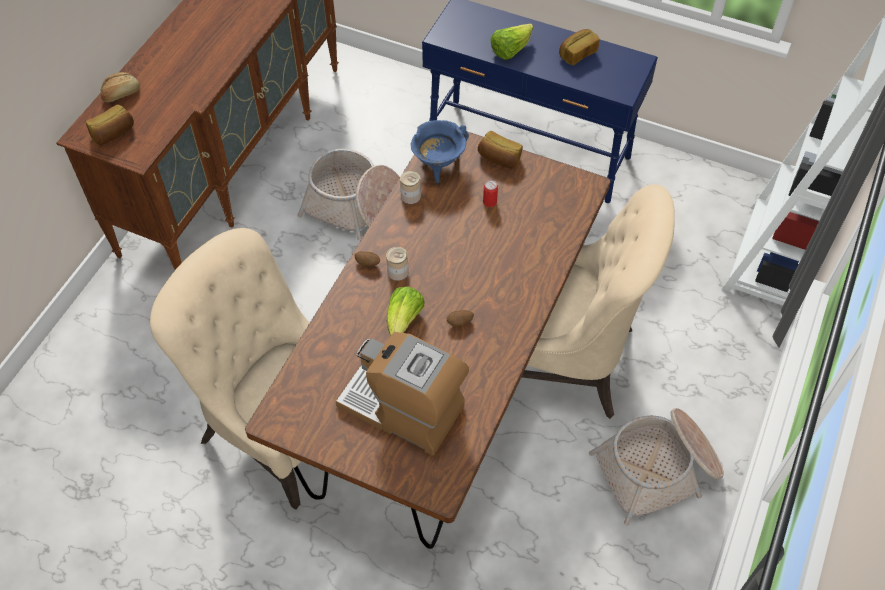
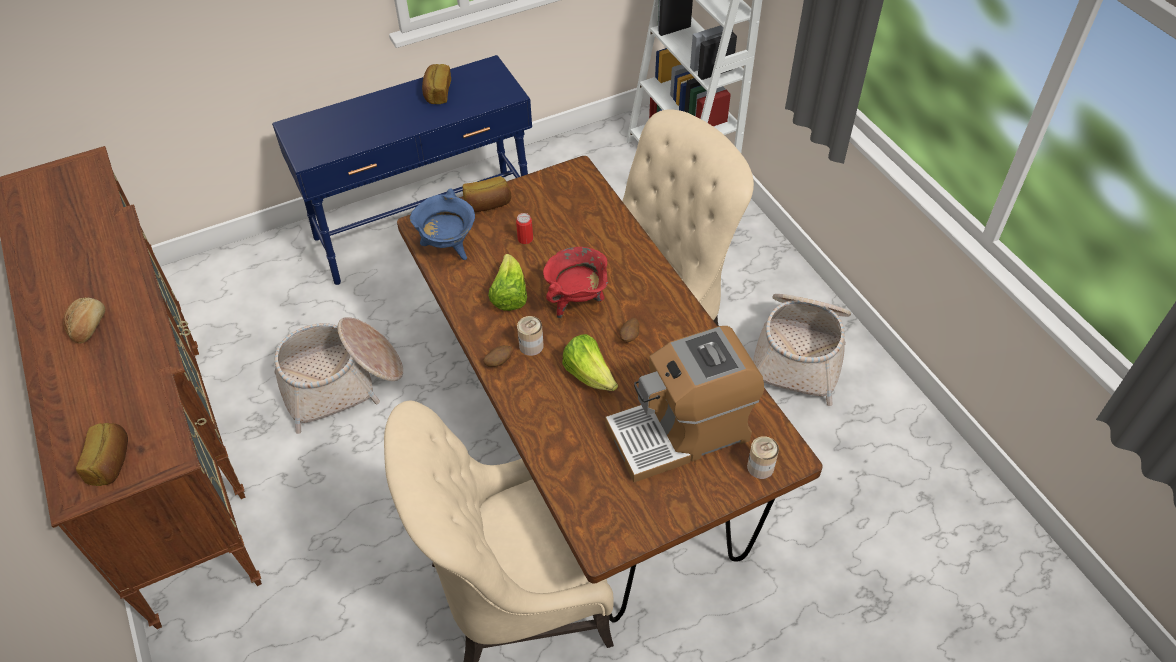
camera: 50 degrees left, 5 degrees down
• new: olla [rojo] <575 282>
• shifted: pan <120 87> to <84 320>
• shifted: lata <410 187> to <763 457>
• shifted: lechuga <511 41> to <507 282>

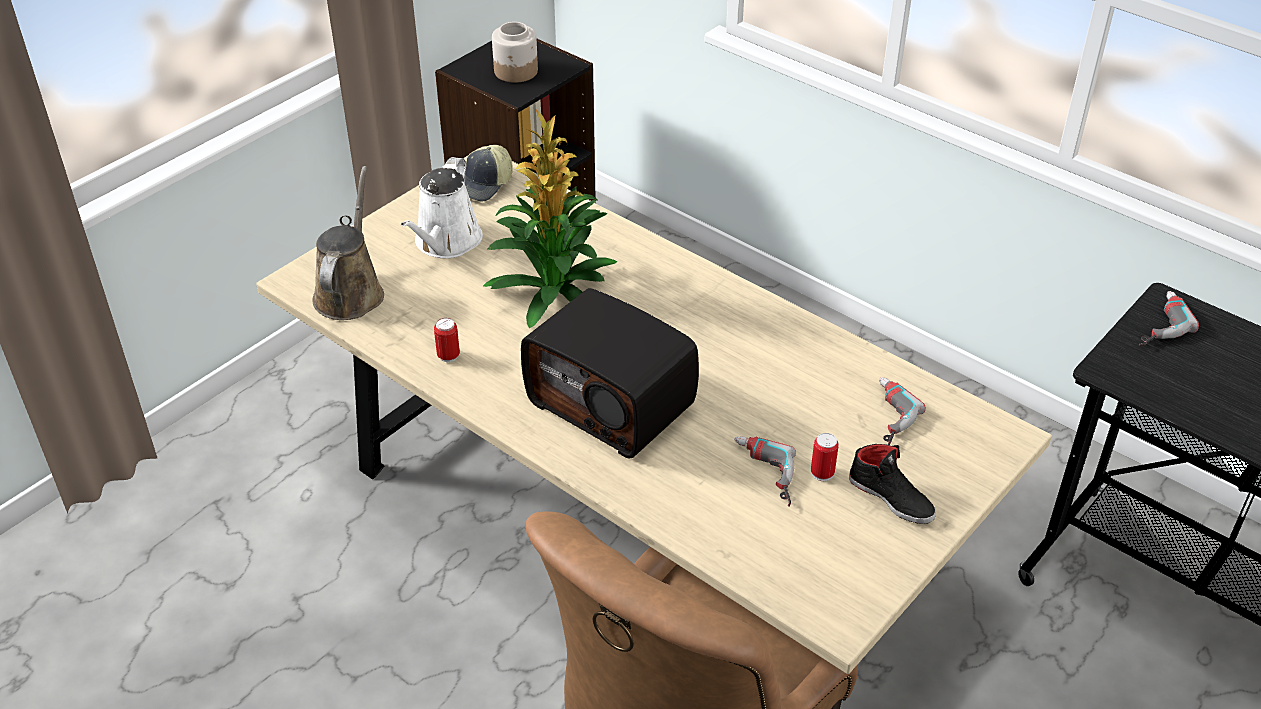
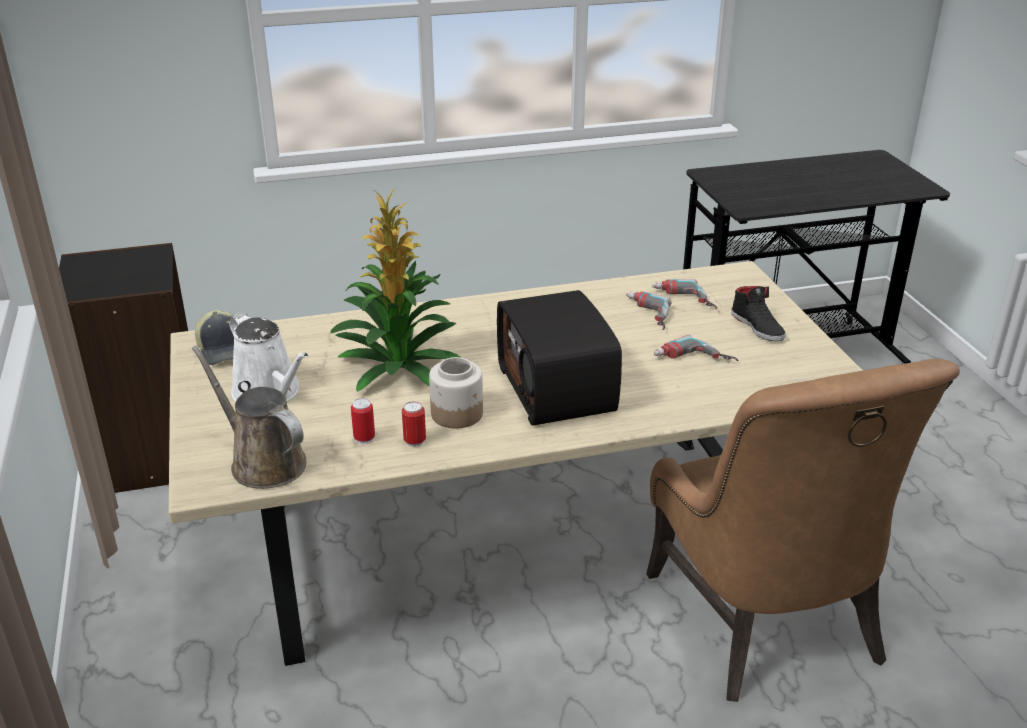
camera: 55 degrees left, 10 degrees down
• shifted: tarro <515 52> to <456 392>
• shifted: lata <825 457> to <363 421>
• shifted: taladro <1169 318> to <648 310>
• rotated: radio <610 373> = <559 357> 90 degrees clockwise
• rotated: zapato [negro] <892 484> = <758 313> 75 degrees clockwise

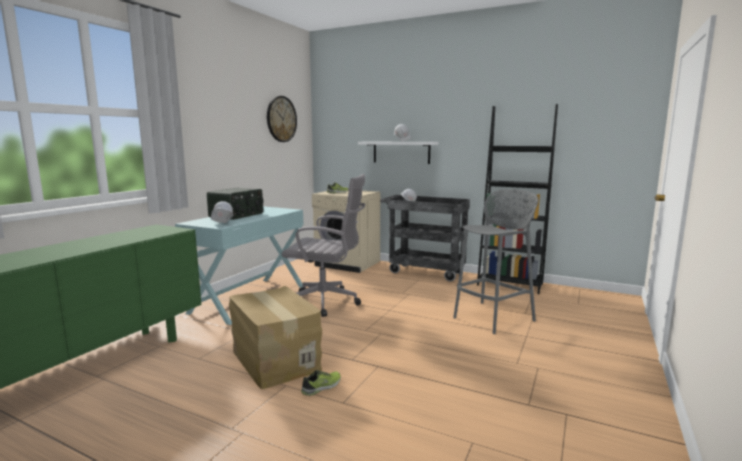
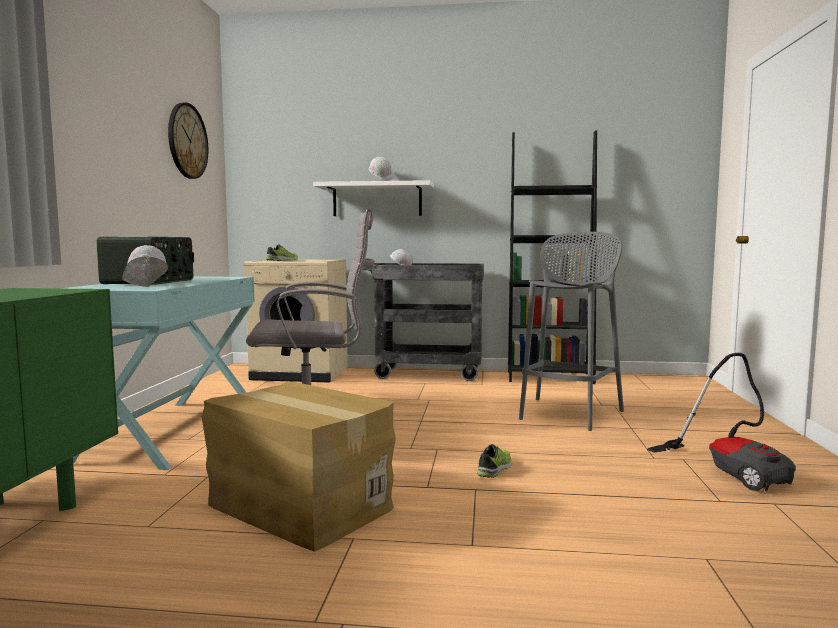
camera: 20 degrees left, 5 degrees down
• new: aspiradora <721 422>
• shifted: zapato <321 383> to <494 461>

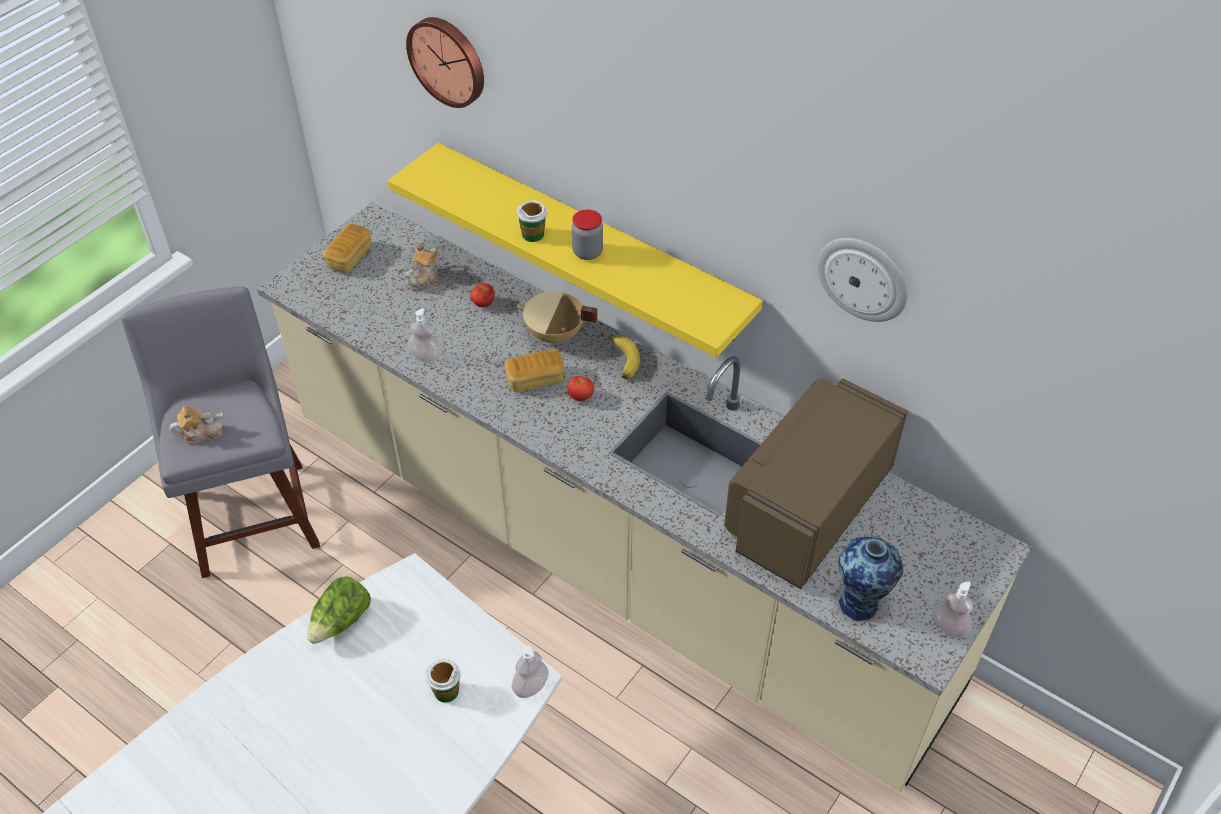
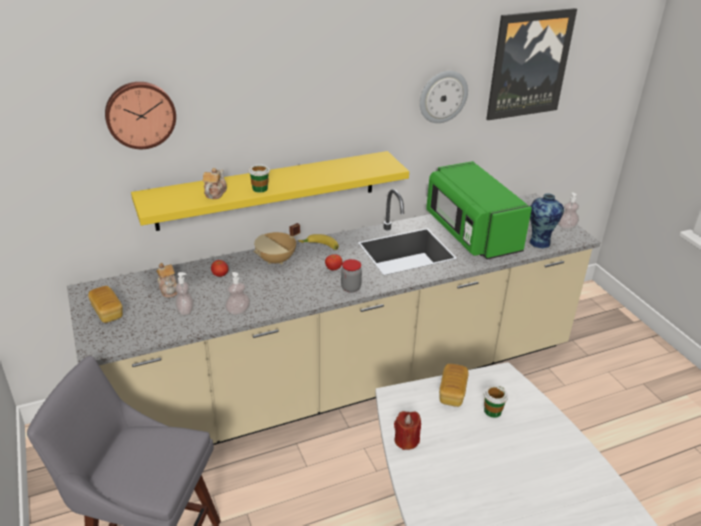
camera: 60 degrees left, 15 degrees down
• new: cuadro <531 64>
• shifted: tetera <196 425> to <215 183>
• shifted: pan <534 370> to <454 385>
• shifted: dispensador de jabón <530 672> to <184 294>
• shifted: tarro <587 235> to <351 276>
• swapped: lechuga <339 610> to vela [rojo] <407 430>
• repainted: microondas [marrón] <816 483> to microondas [verde] <479 210>

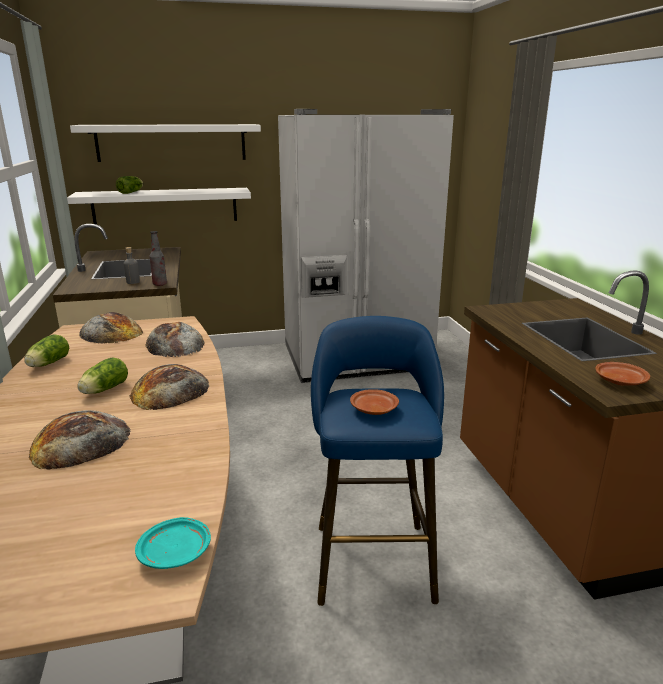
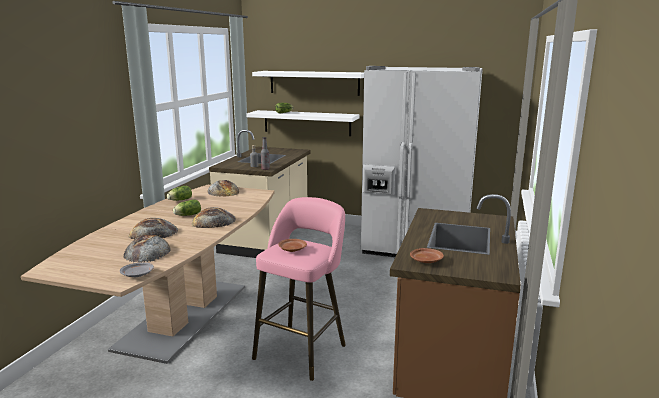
camera: 30 degrees right, 5 degrees down
• shifted: pan <175 339> to <147 249>
• repainted: plato [turquesa] <173 543> to plato [gris] <137 269>
• repainted: taburete [azul] <377 461> to taburete [rosa] <299 289>

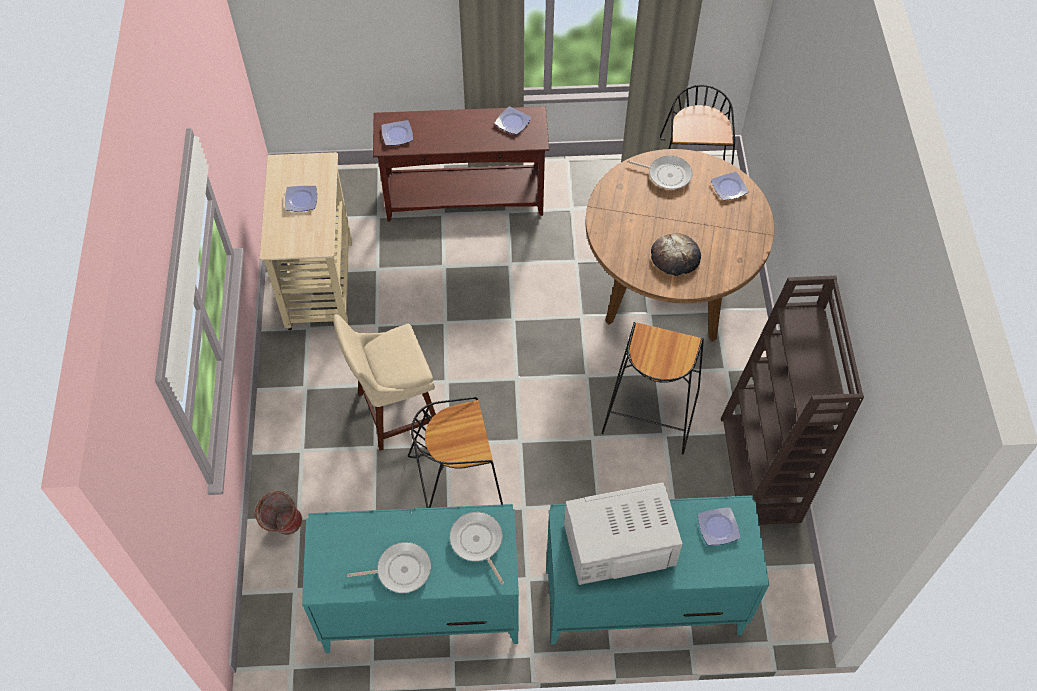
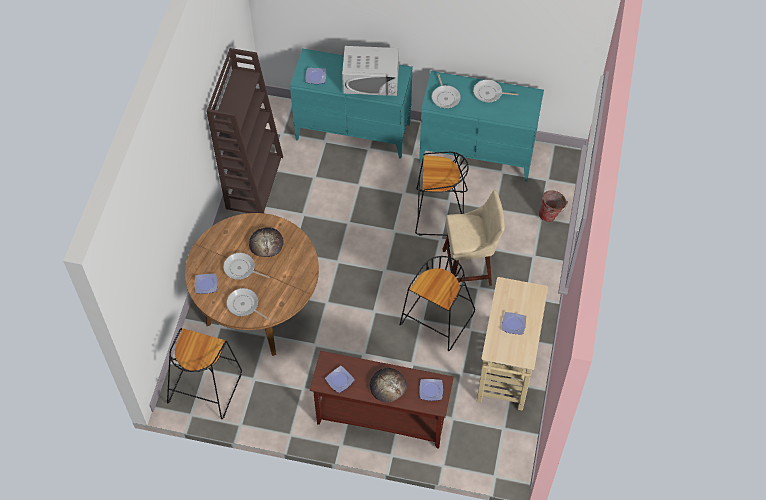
camera: 165 degrees left, 0 degrees up
• new: sartén <246 266>
• new: pan <388 385>
• shifted: taburete [negro] <653 388> to <437 303>

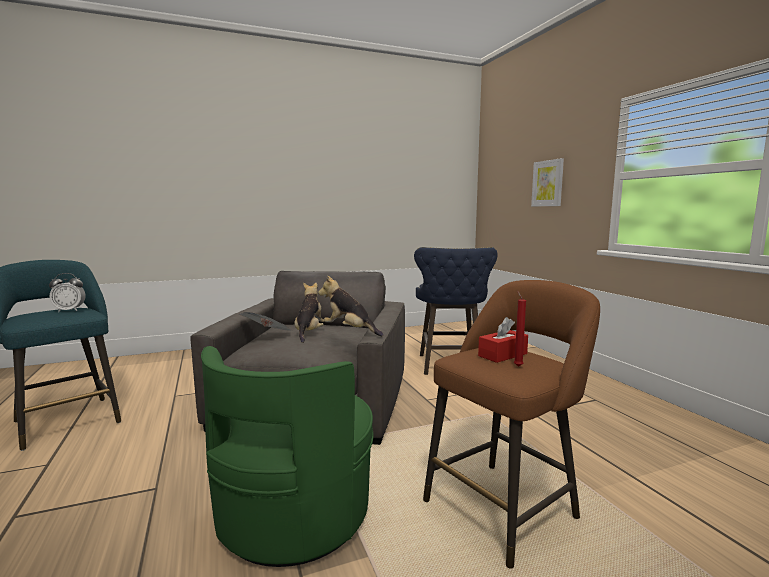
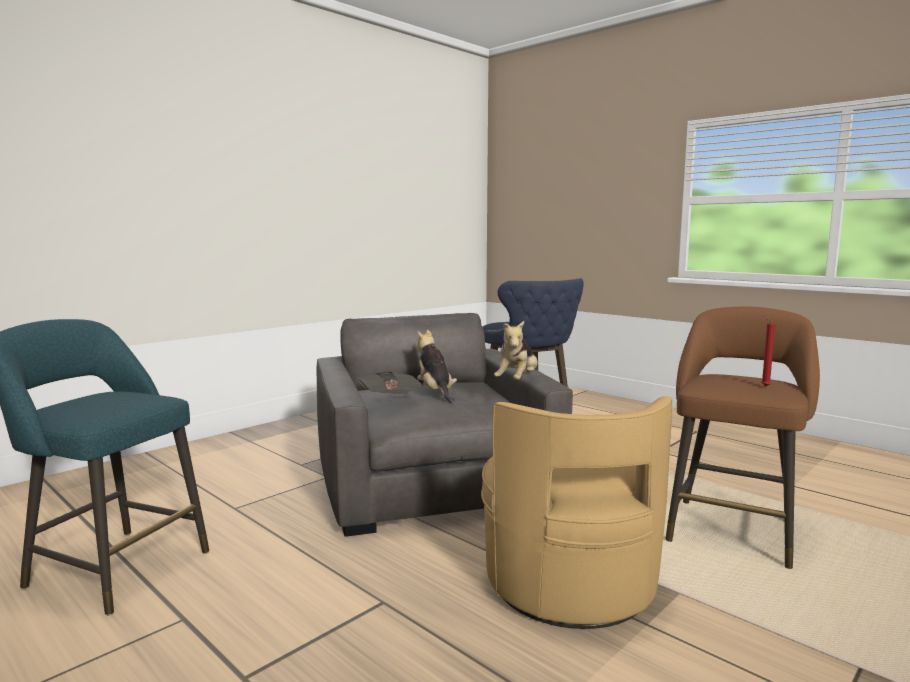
camera: 25 degrees left, 0 degrees up
• gone: despertador <67 292>
• gone: caja de pañuelos [rojo] <503 340>
• gone: cuadro <547 182>
• repainted: sillón [verde] <287 456> to sillón [beis] <577 512>
• rotated: peluche <351 306> = <516 350> 75 degrees counterclockwise

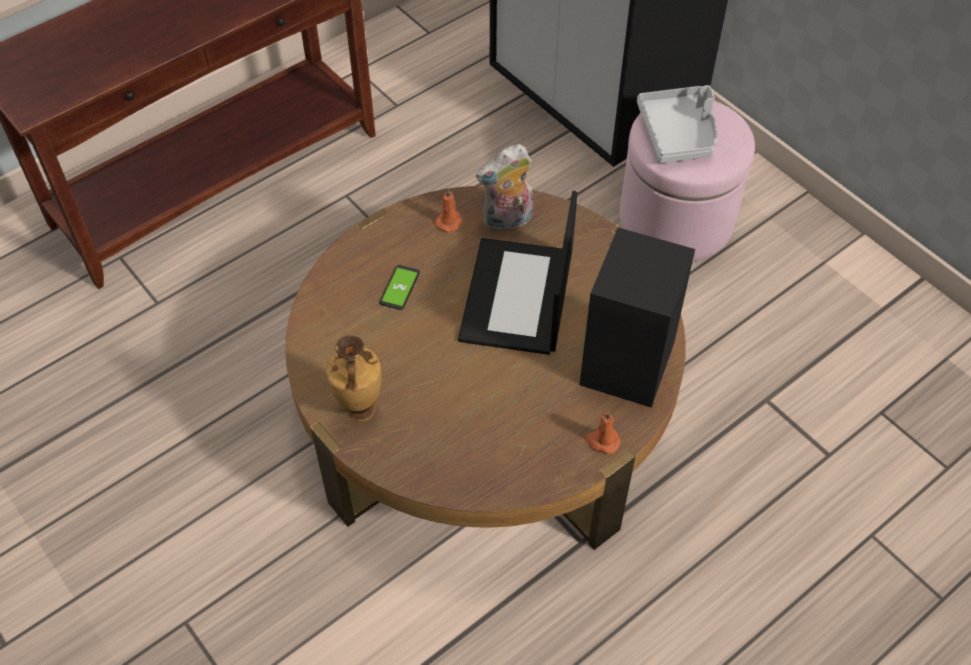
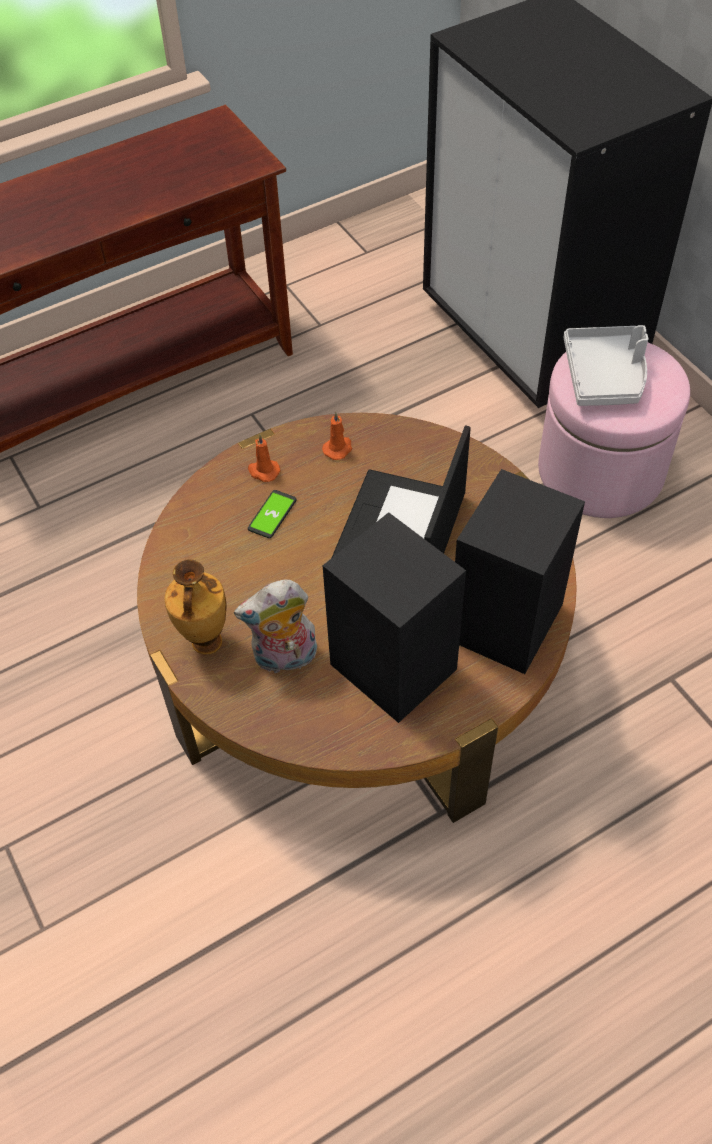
camera: 10 degrees right, 0 degrees up
• new: altavoz [negro] <394 617>
• shifted: peluche <504 188> to <275 626>
• shifted: vela [naranja] <603 432> to <264 458>

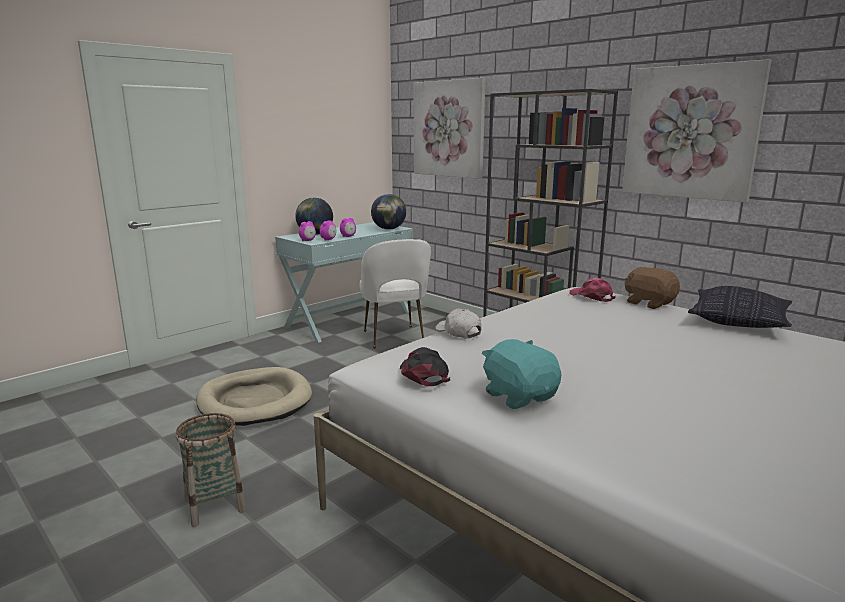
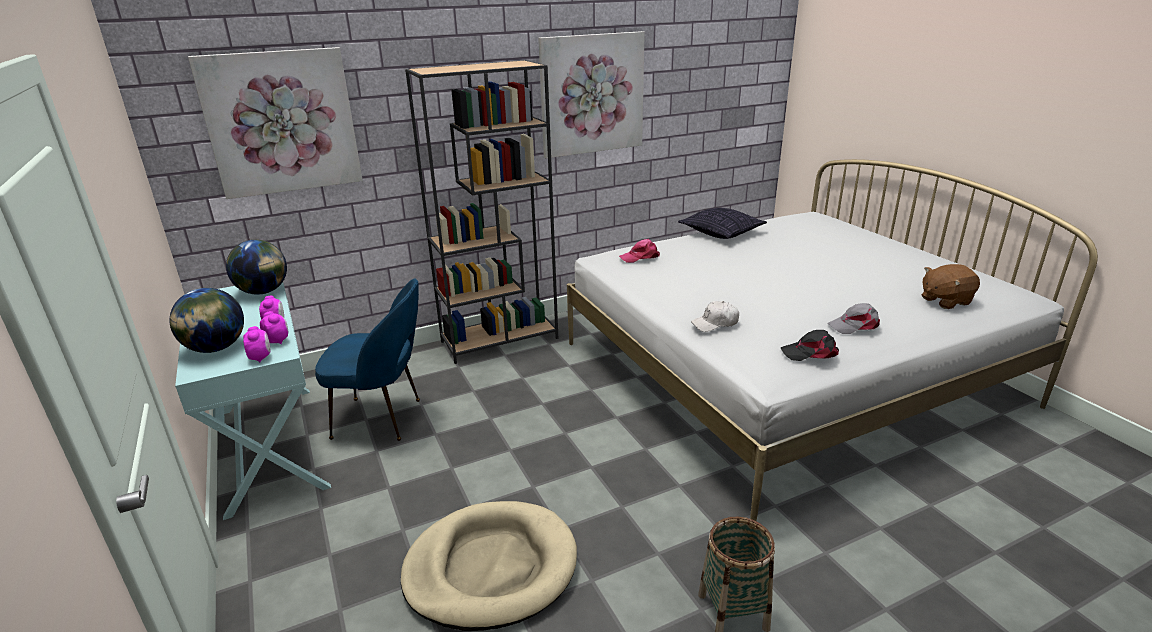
camera: 70 degrees left, 10 degrees up
• shifted: peluche [marrón] <652 288> to <951 286>
• swapped: peluche [turquesa] <522 374> to gorra [gris] <853 318>
• repainted: silla [blanco] <395 293> to silla [azul] <367 360>

